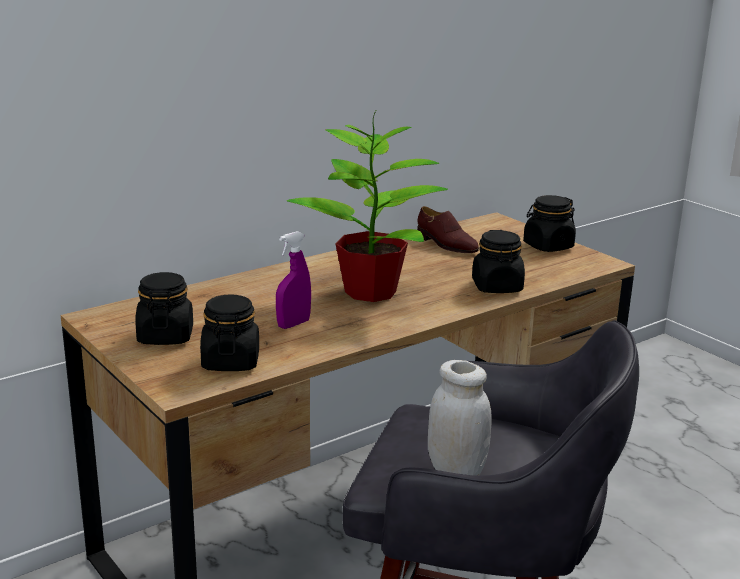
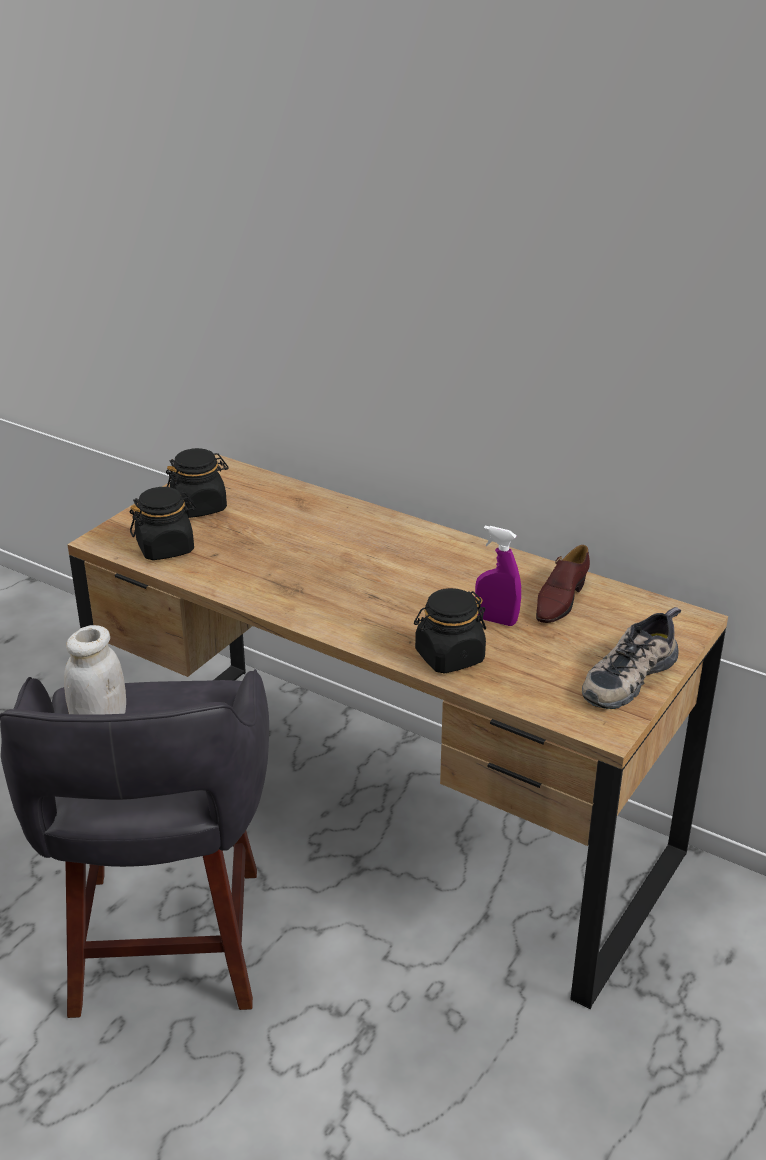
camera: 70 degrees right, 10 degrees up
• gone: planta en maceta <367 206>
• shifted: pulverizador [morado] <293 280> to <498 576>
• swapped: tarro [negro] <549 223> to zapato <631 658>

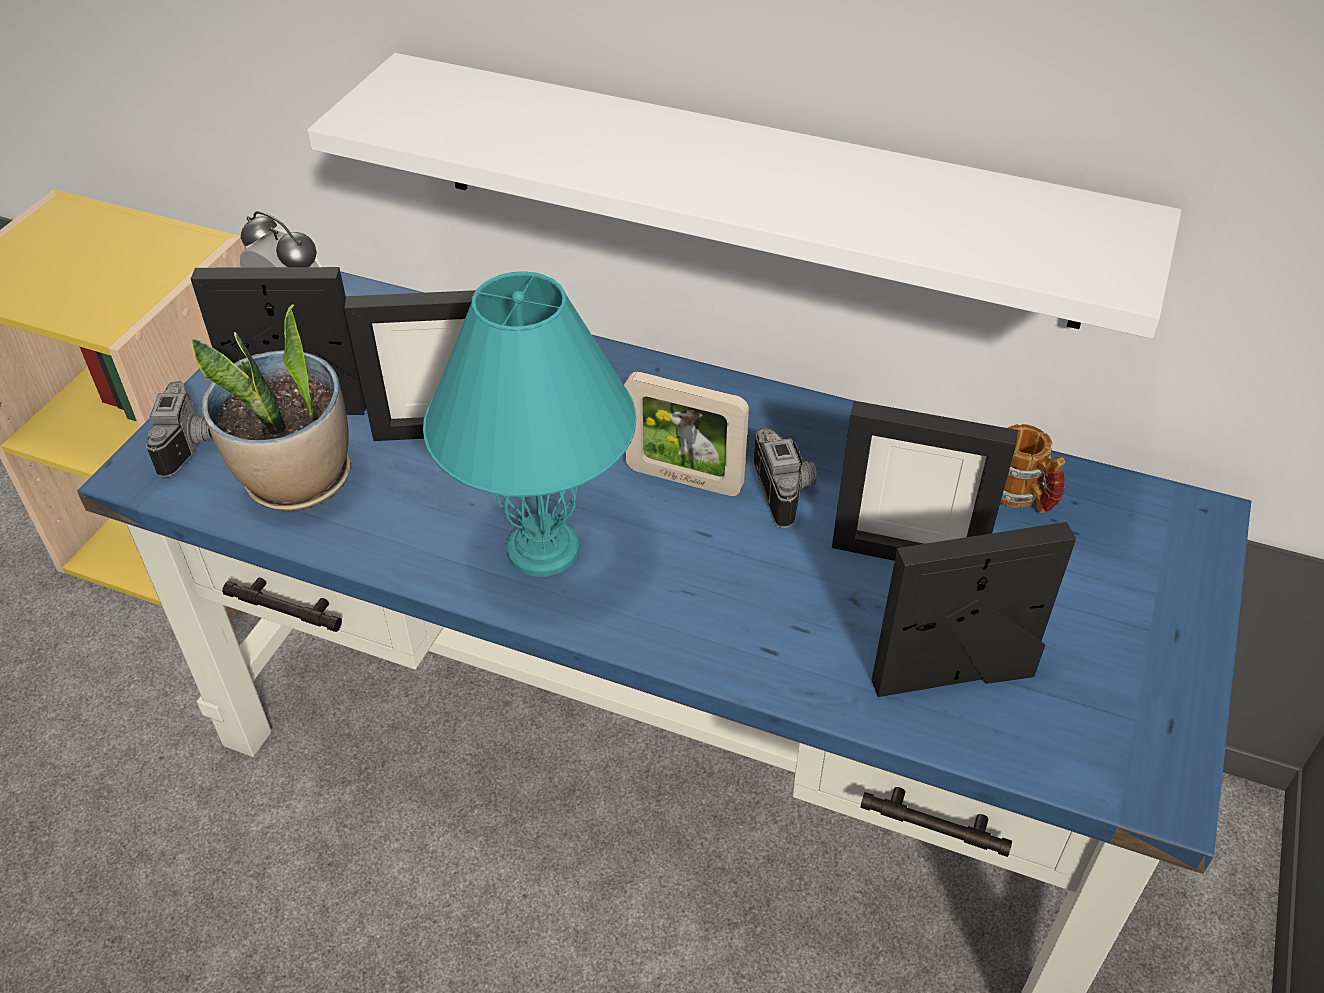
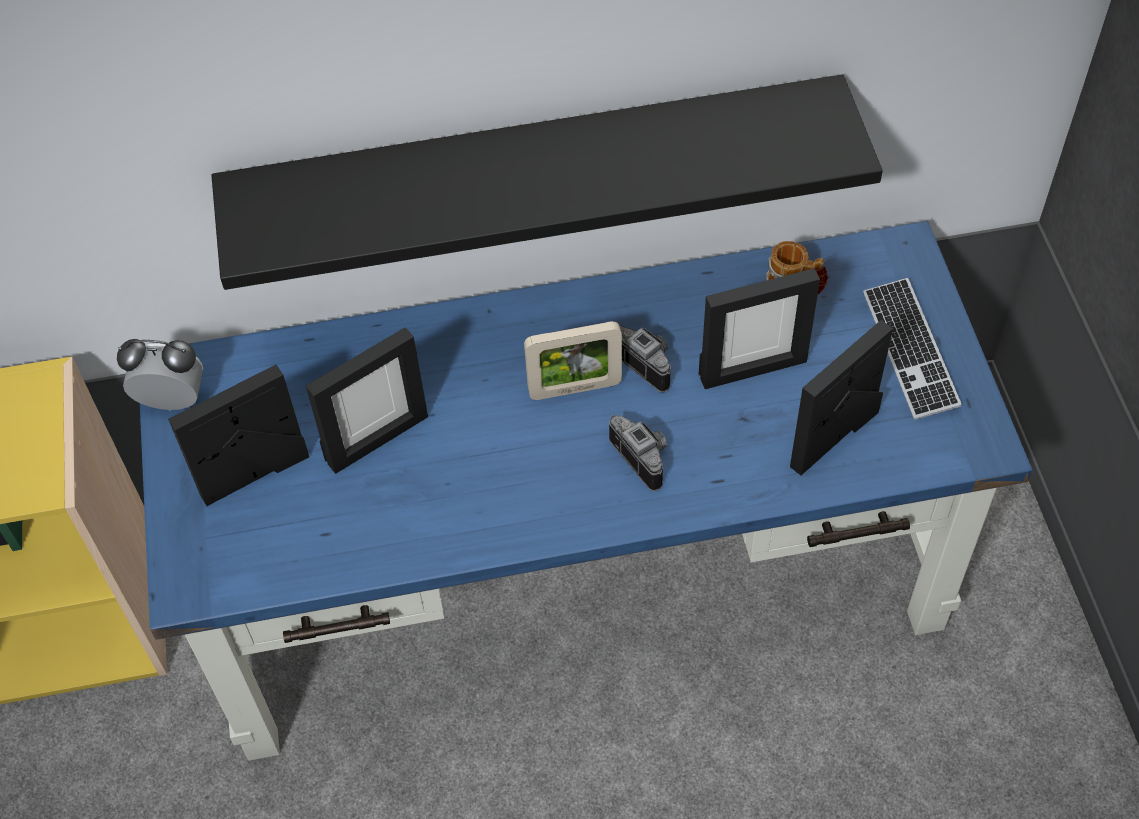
camera: 30 degrees left, 10 degrees up
• gone: planta en maceta <271 407>
• gone: lámpara de mesa [turquesa] <530 424>
• new: teclado <912 349>
• shifted: cámara <179 429> to <638 453>
• repainted: estante [blanco] <744 195> to estante [negro] <547 182>

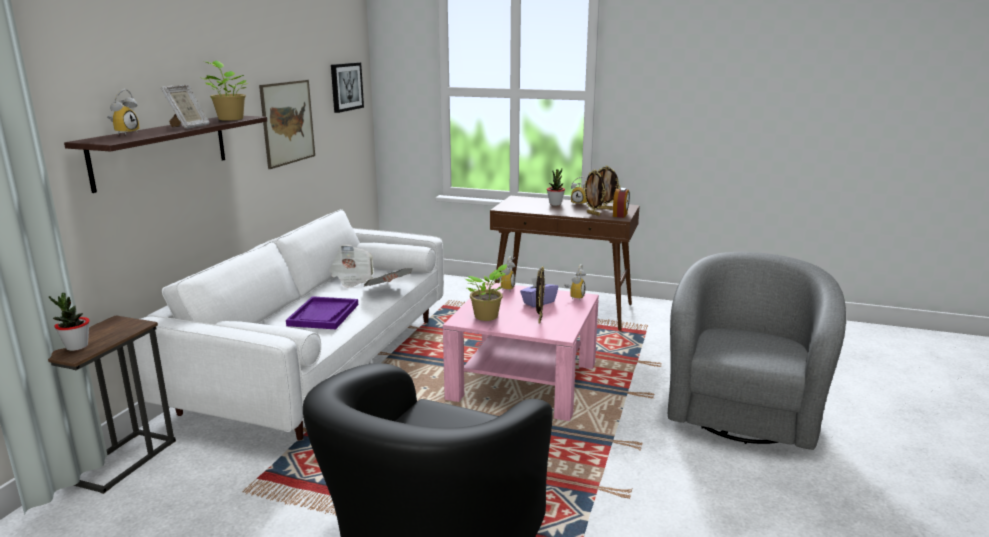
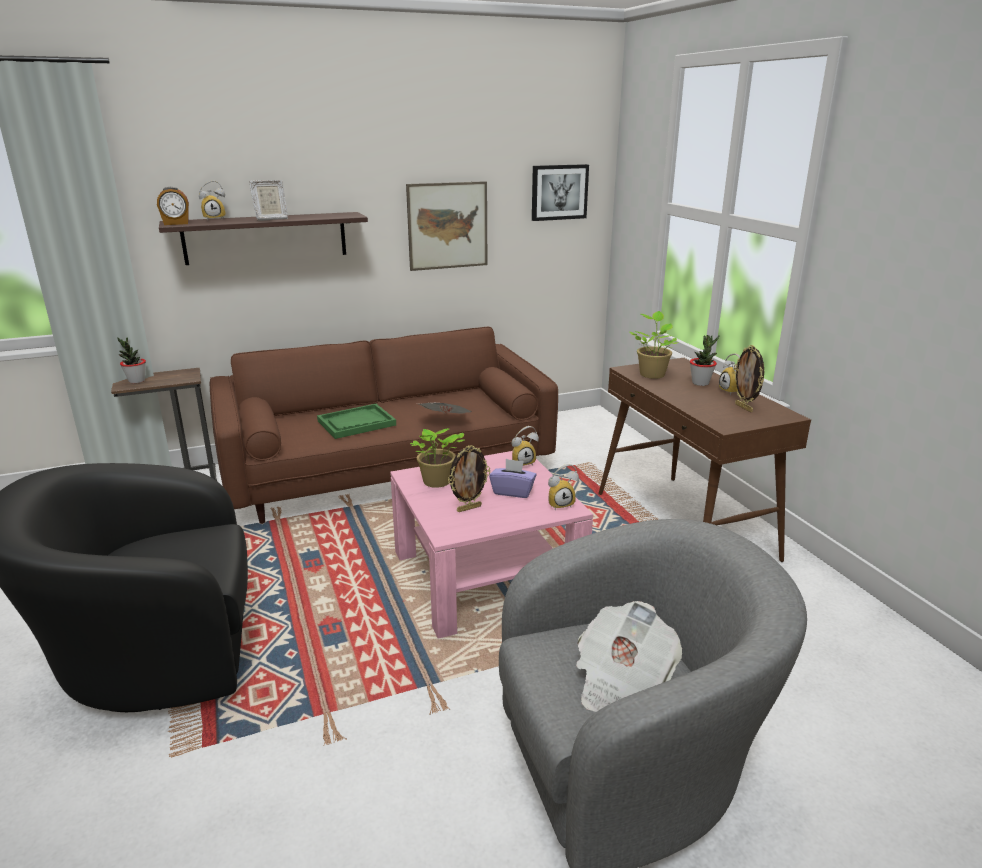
camera: 50 degrees right, 5 degrees up
• gone: portarretratos <594 193>
• shifted: planta en maceta <223 90> to <654 345>
• shifted: periódico <351 266> to <629 656>
• shifted: despertador <621 203> to <173 206>
• repainted: sofá [blanco] <288 325> to sofá [marrón] <384 425>
• repainted: bandeja [morado] <322 312> to bandeja [verde] <356 421>

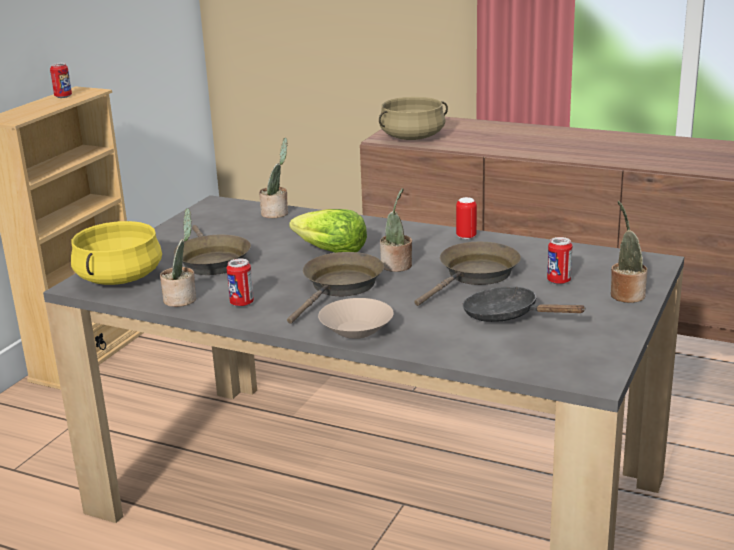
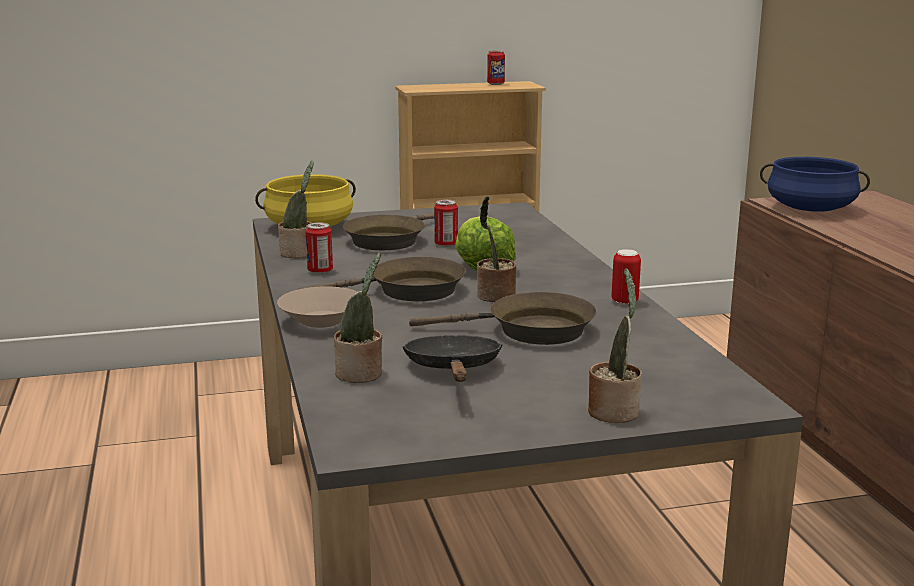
camera: 50 degrees right, 5 degrees down
• shifted: planta en maceta <273 178> to <358 318>
• shifted: lata <559 261> to <446 223>
• repainted: olla [beis] <413 118> to olla [azul] <815 184>

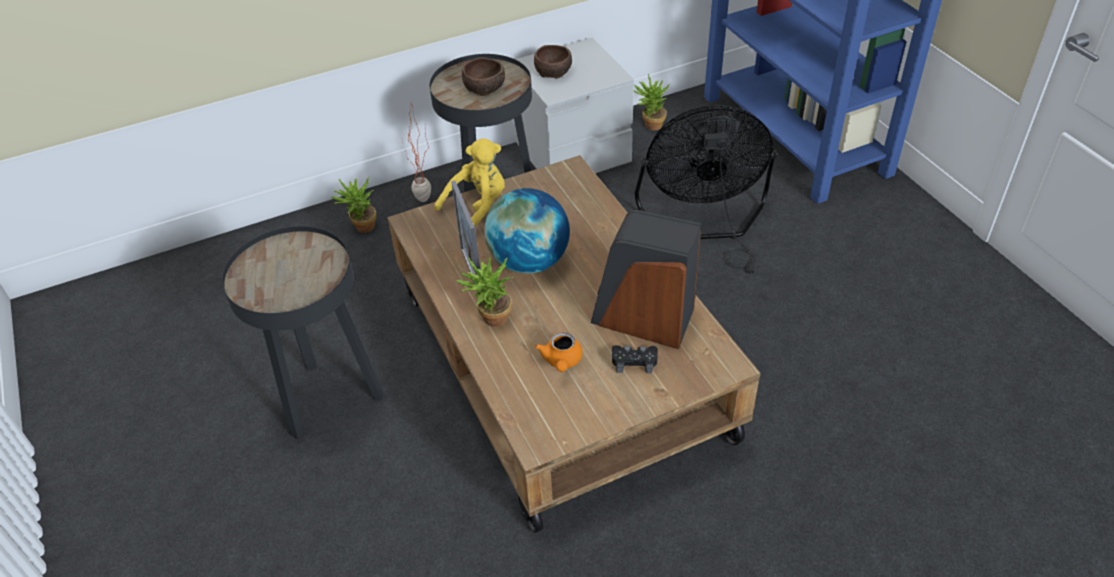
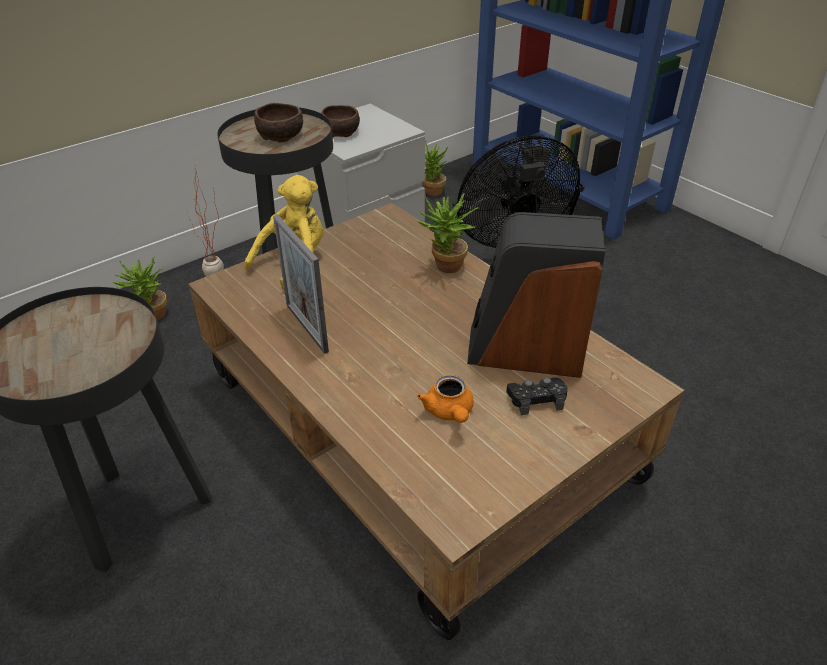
camera: 15 degrees left, 5 degrees down
• gone: globo terráqueo <527 231>
• shifted: planta en maceta <485 292> to <447 233>

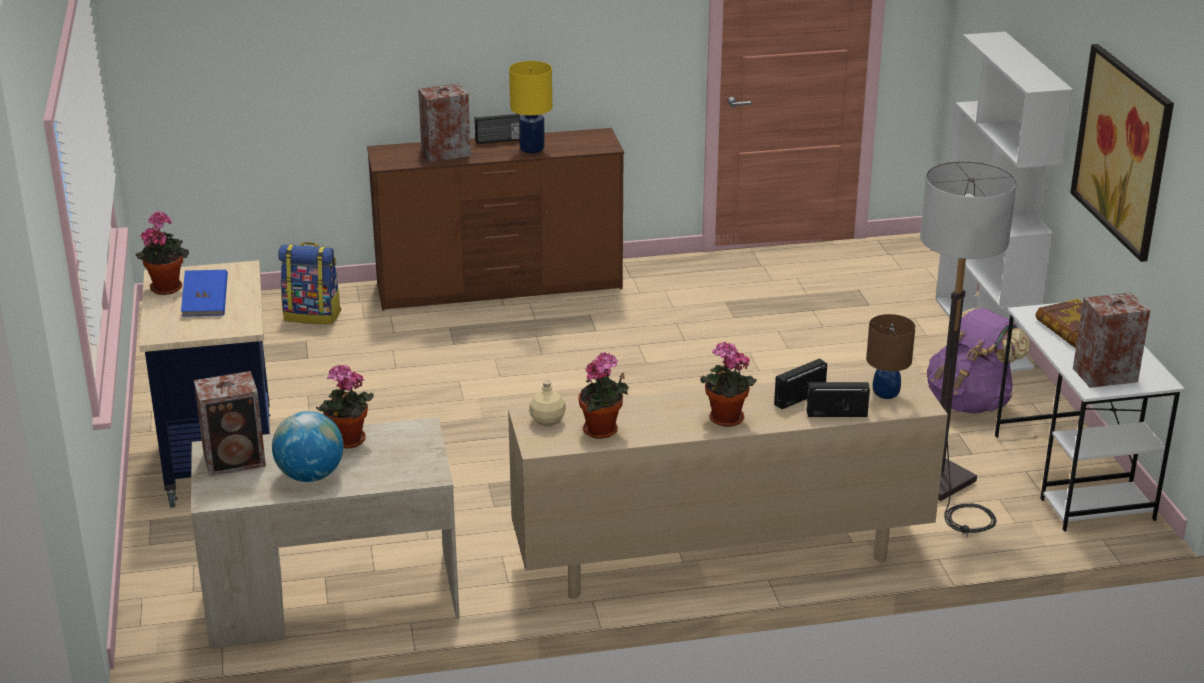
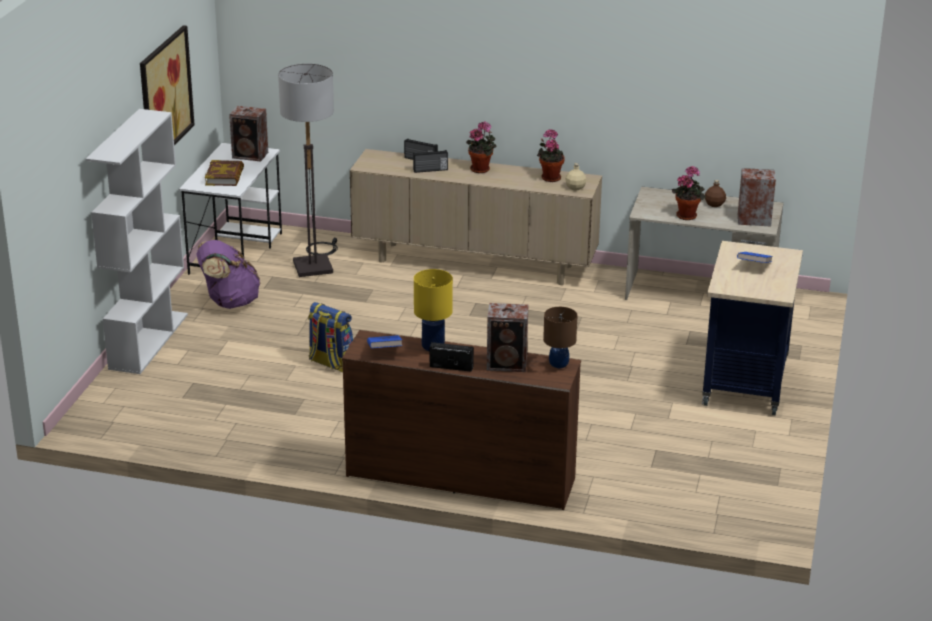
camera: 155 degrees left, 0 degrees up
• gone: planta en maceta <162 253>
• new: libro [azul] <384 341>
• shifted: mochila <309 283> to <330 337>
• shifted: lámpara de mesa [marrón] <890 356> to <560 337>
• swapped: globo terráqueo <308 446> to botella [marrón] <715 193>

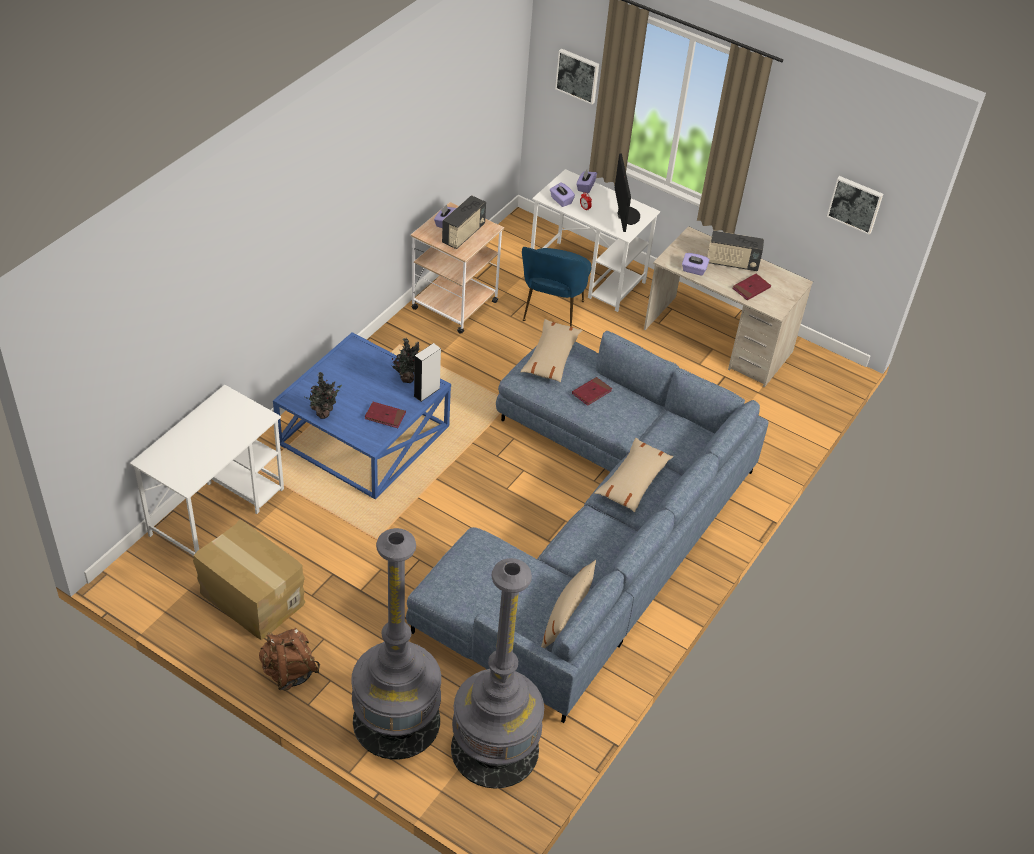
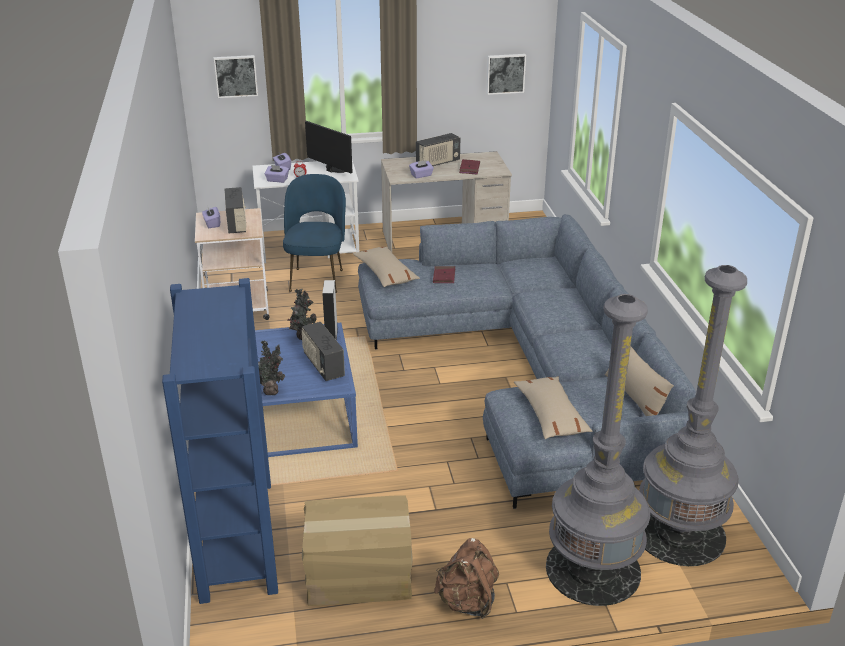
camera: 40 degrees left, 15 degrees down
• shifted: cojín [beis] <634 475> to <553 408>
• swapped: escritorio [blanco] <207 470> to estantería [azul] <220 441>
• swapped: libro [rojo] <385 415> to radio <323 351>
• rotated: silla [azul] <556 287> = <314 233> 150 degrees counterclockwise

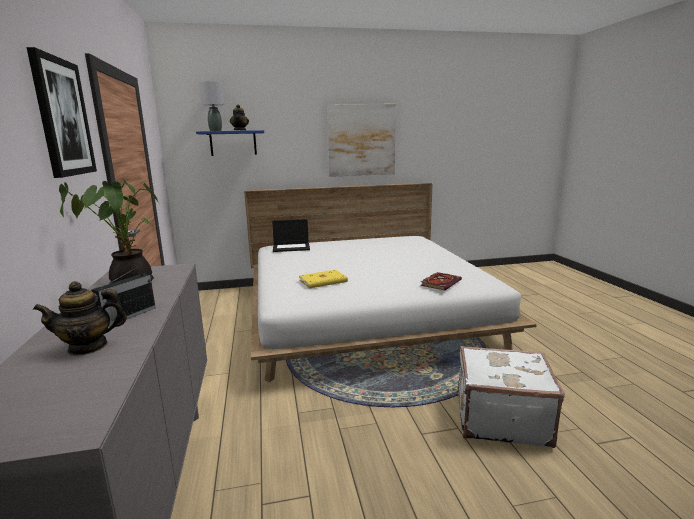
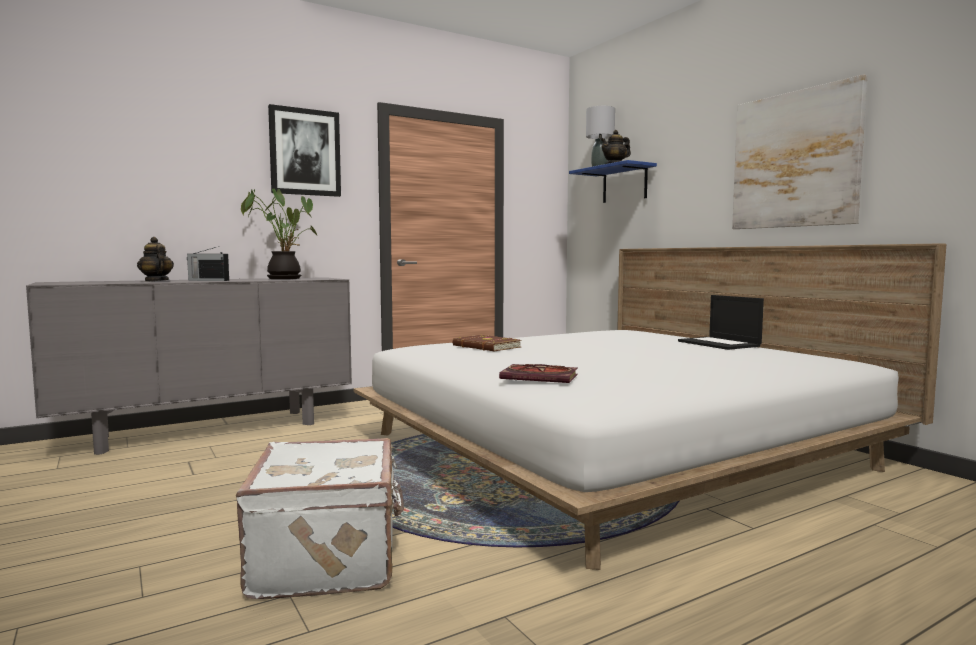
camera: 70 degrees right, 10 degrees down
• shifted: portátil <291 235> to <721 322>
• repainted: libro [amarillo] <323 279> to libro [marrón] <487 343>

